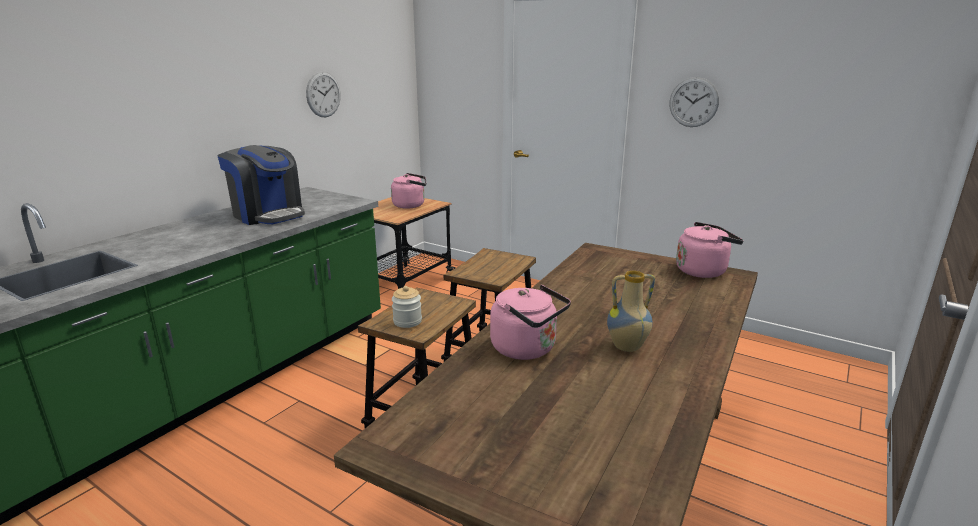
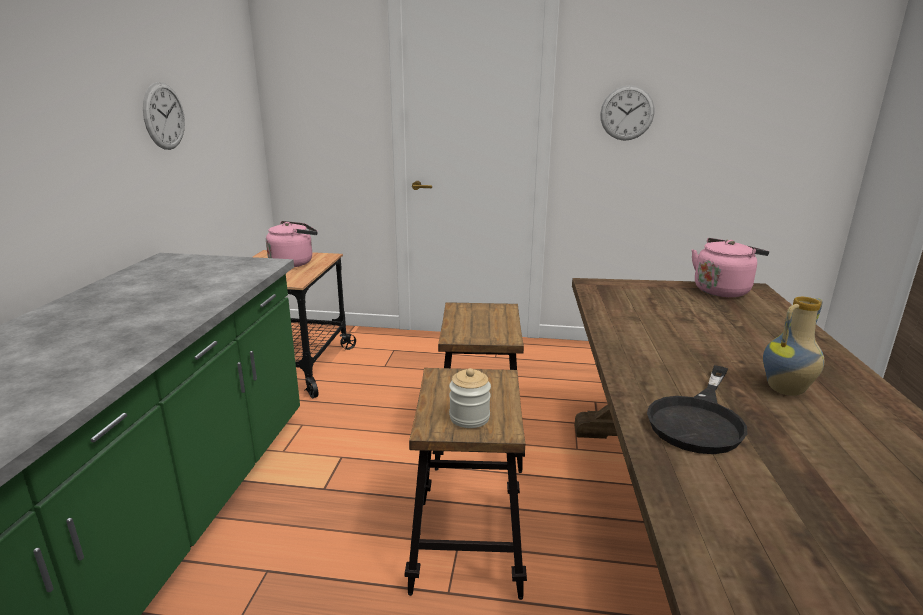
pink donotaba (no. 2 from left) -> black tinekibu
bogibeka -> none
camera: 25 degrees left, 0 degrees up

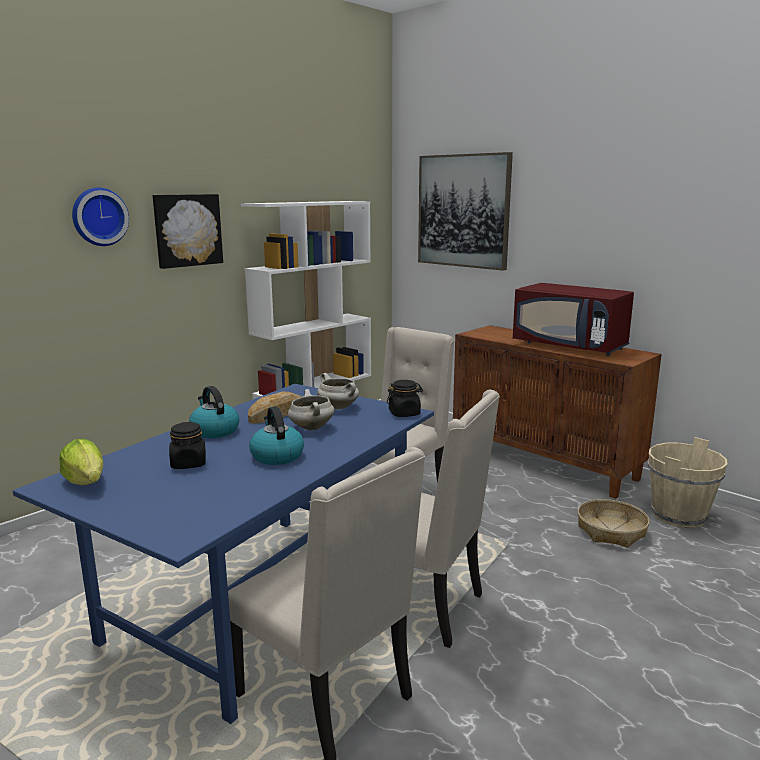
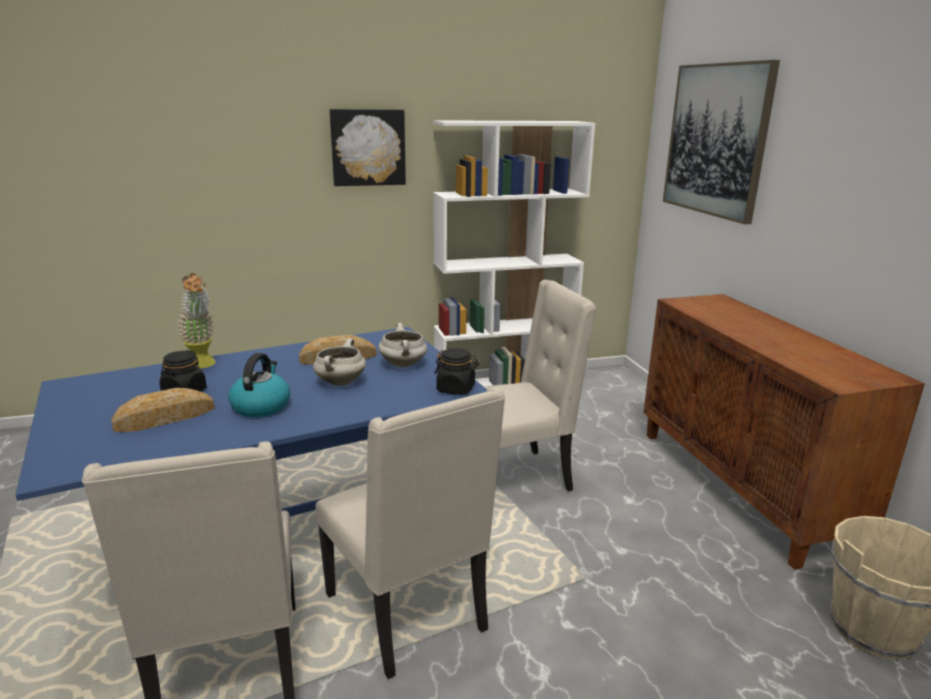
none -> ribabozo (no. 1 from left)
none -> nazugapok
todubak -> none
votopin -> none
donotaba (no. 1 from left) -> none
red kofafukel -> none
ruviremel -> none
camera: 30 degrees right, 5 degrees up

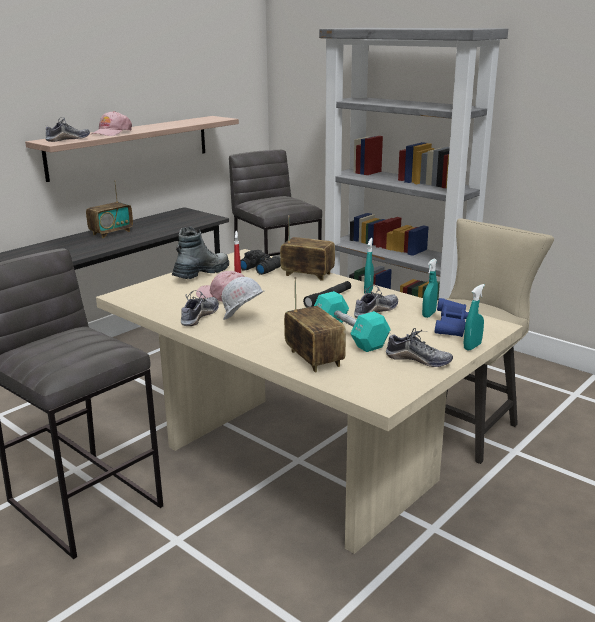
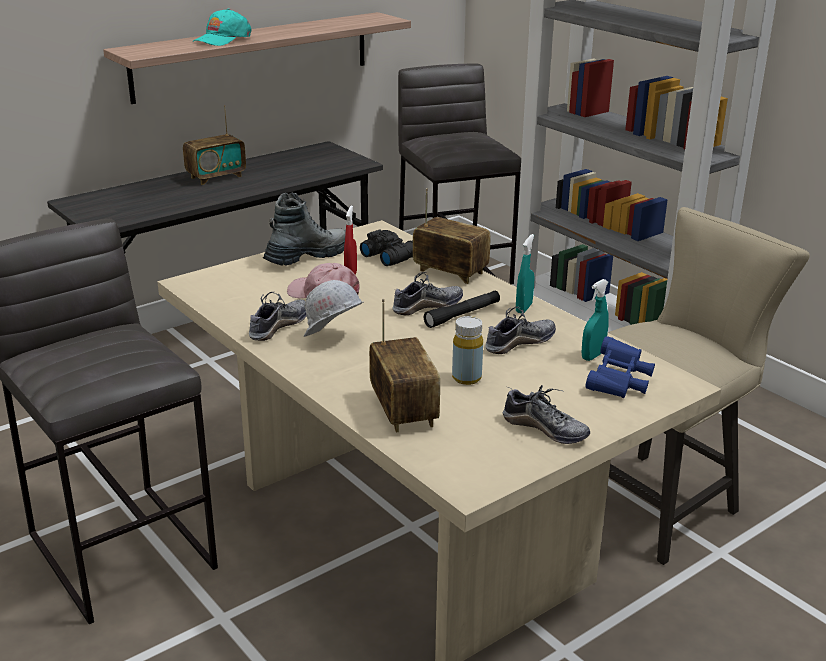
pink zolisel (no. 1 from left) -> turquoise zolisel
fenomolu (no. 1 from left in the first image) -> fenomolu (no. 2 from left), shifted
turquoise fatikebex -> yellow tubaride
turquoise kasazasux (no. 3 from left) -> none
camera: 10 degrees right, 5 degrees up

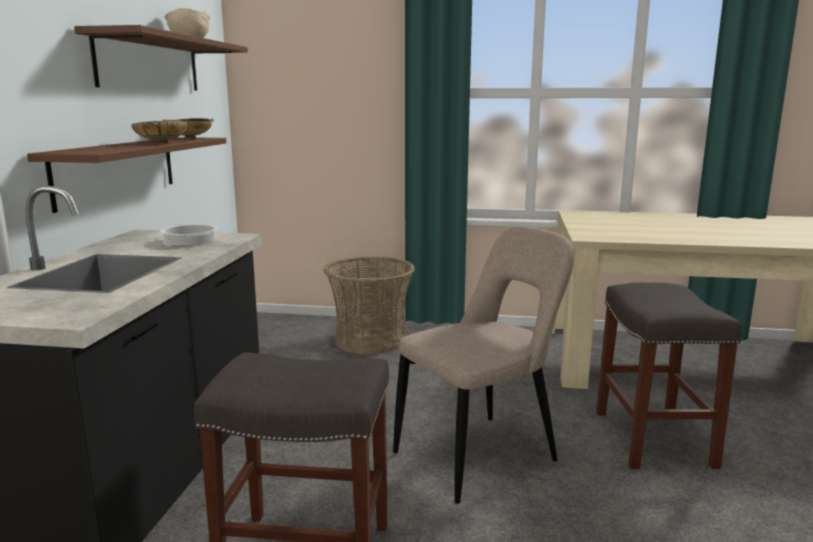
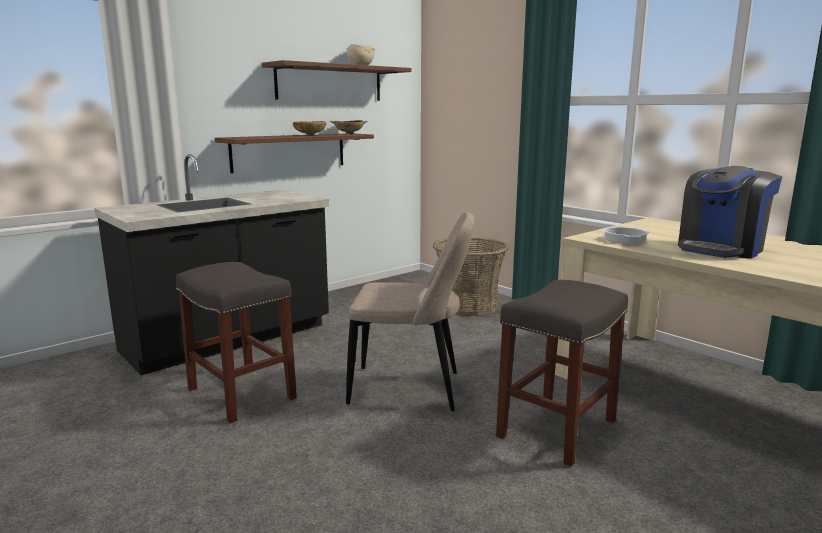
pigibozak, shifted
none -> bogibeka
camera: 40 degrees right, 0 degrees up

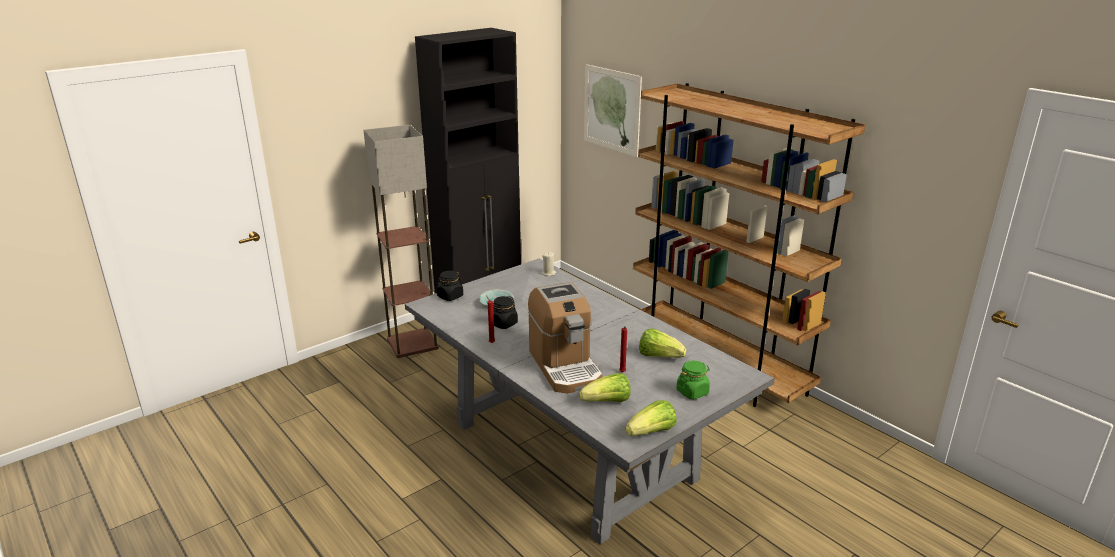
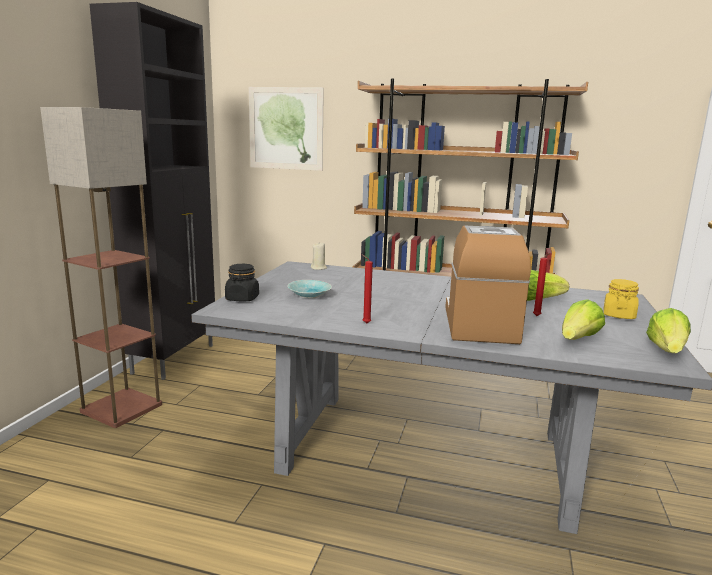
bogibeka, 120 degrees counterclockwise
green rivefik -> yellow rivefik
black rivefik (no. 2 from left) -> none
camera: 35 degrees left, 10 degrees down

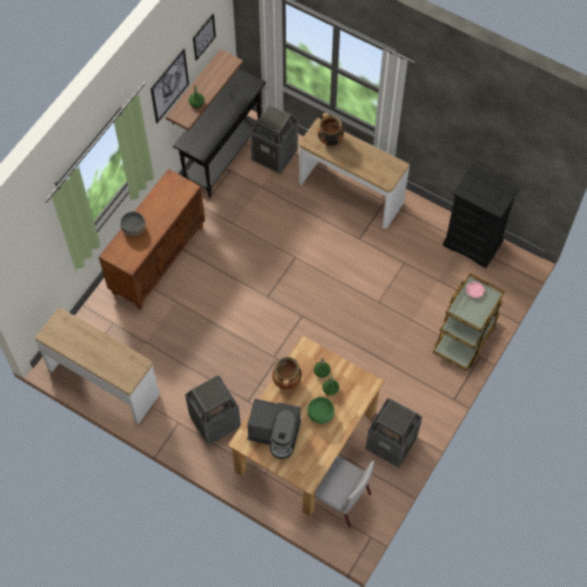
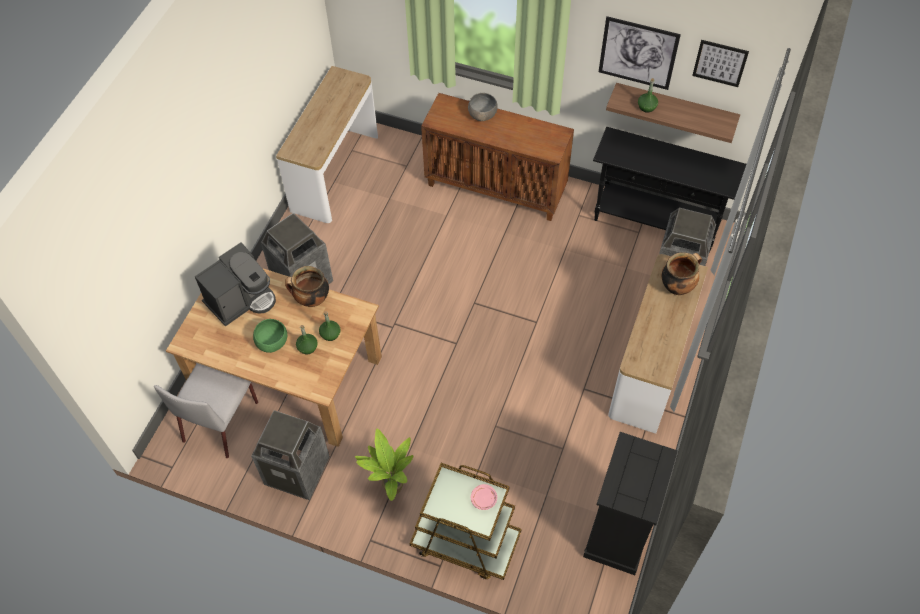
bogibeka, 135 degrees counterclockwise
none -> nazugapok
camera: 80 degrees right, 5 degrees down

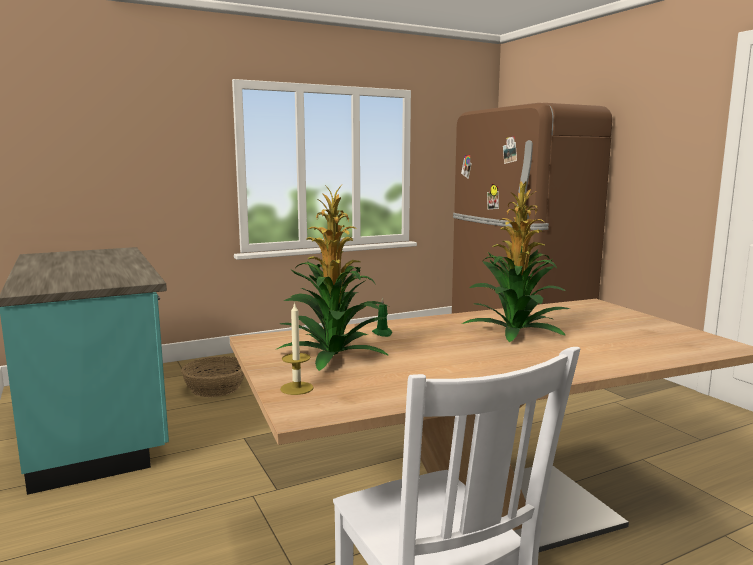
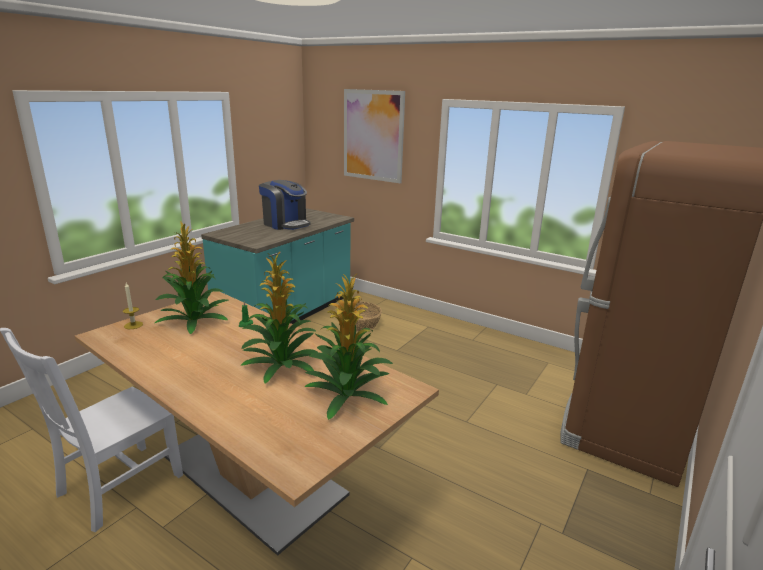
none -> bogibeka
none -> nazugapok (no. 3 from left)
none -> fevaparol
camera: 60 degrees right, 10 degrees up

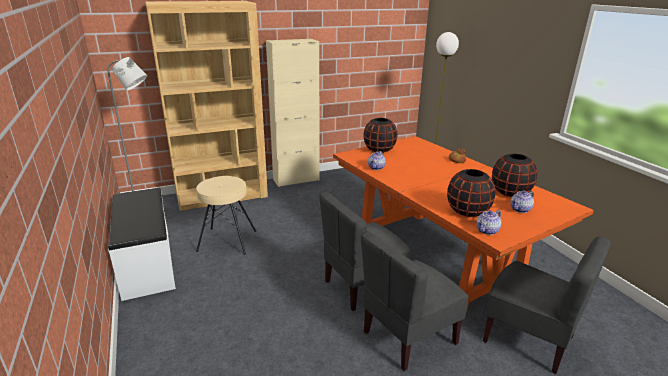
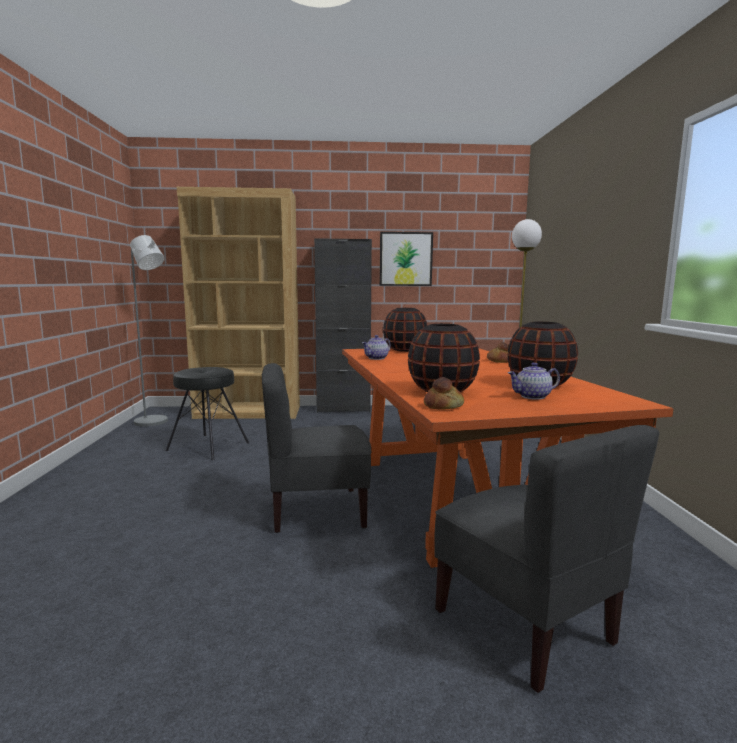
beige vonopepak -> black vonopepak
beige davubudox -> black davubudox
none -> fevaparol
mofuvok (no. 2 from left) -> ribabozo (no. 1 from left)
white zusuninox -> none
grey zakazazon (no. 2 from left) -> none
camera: 20 degrees right, 15 degrees down

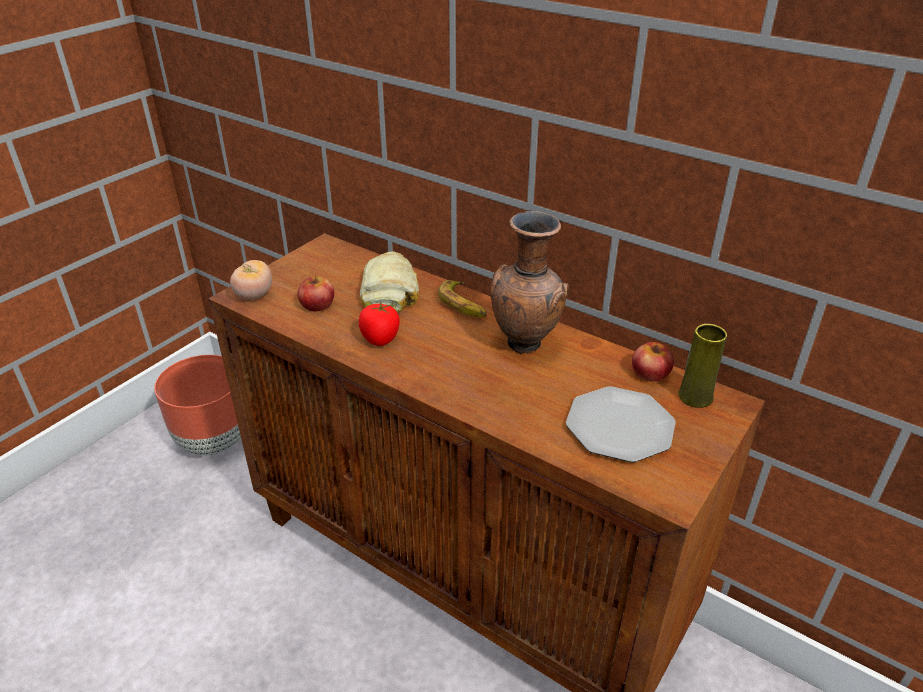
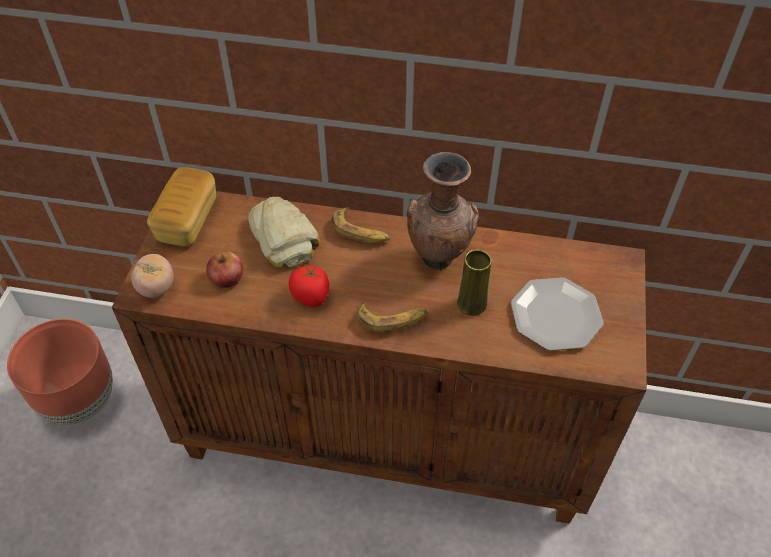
none -> ribabozo (no. 1 from left)
none -> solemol (no. 2 from left)
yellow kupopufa, shifted
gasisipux (no. 2 from left) -> none
camera: 25 degrees left, 15 degrees up

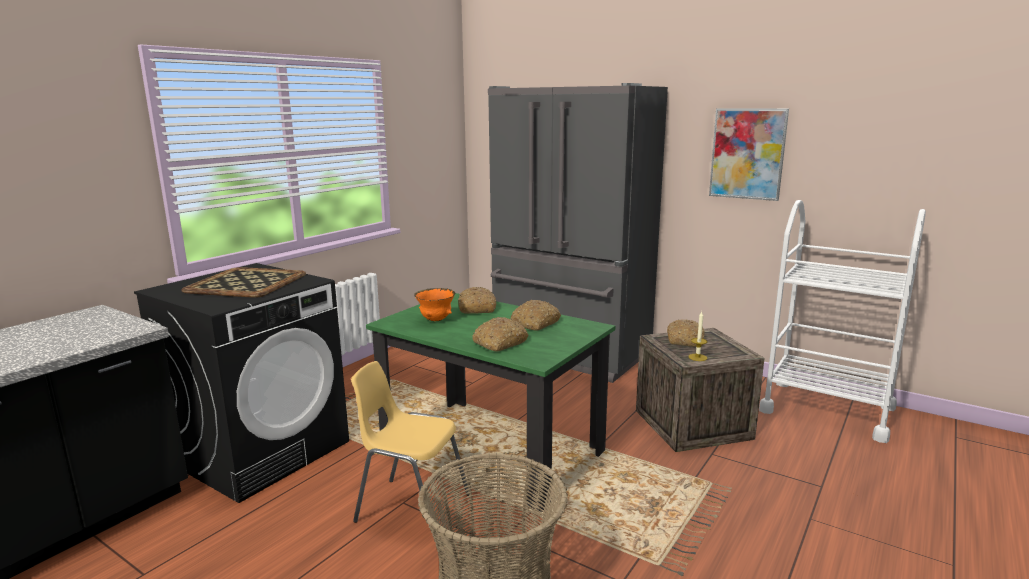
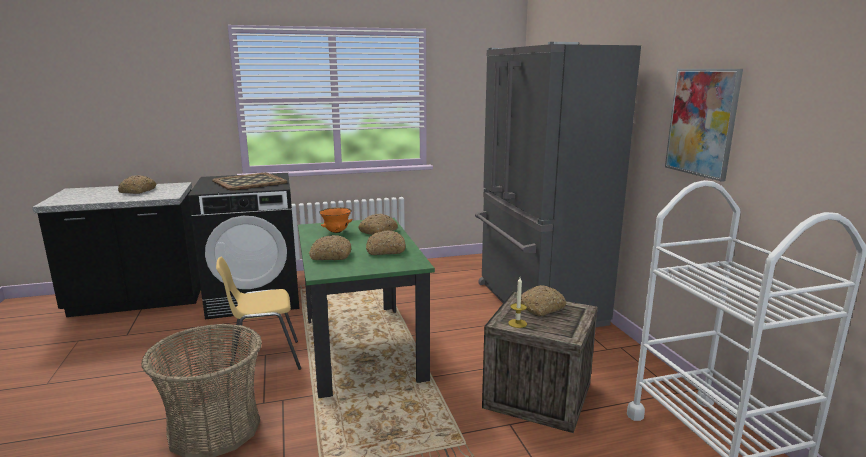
none -> ribabozo (no. 1 from left)
yellow zakazazon, 75 degrees counterclockwise
camera: 40 degrees right, 0 degrees up

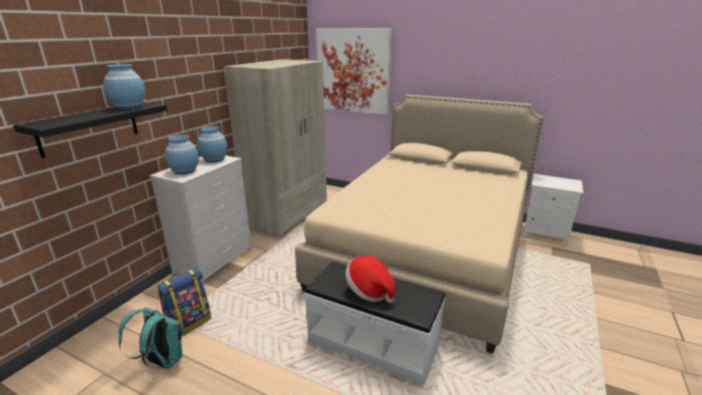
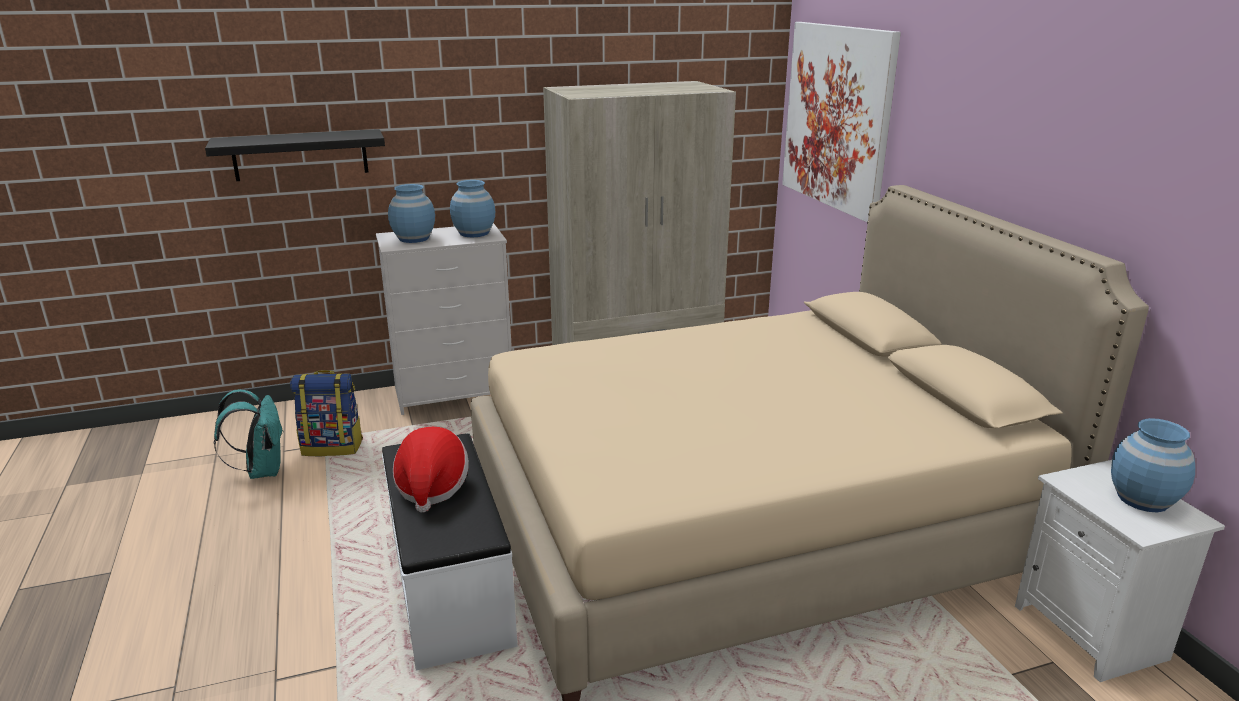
blue kupopufa (no. 1 from left in the first image) -> blue kupopufa (no. 3 from left), shifted
camera: 45 degrees right, 0 degrees up

